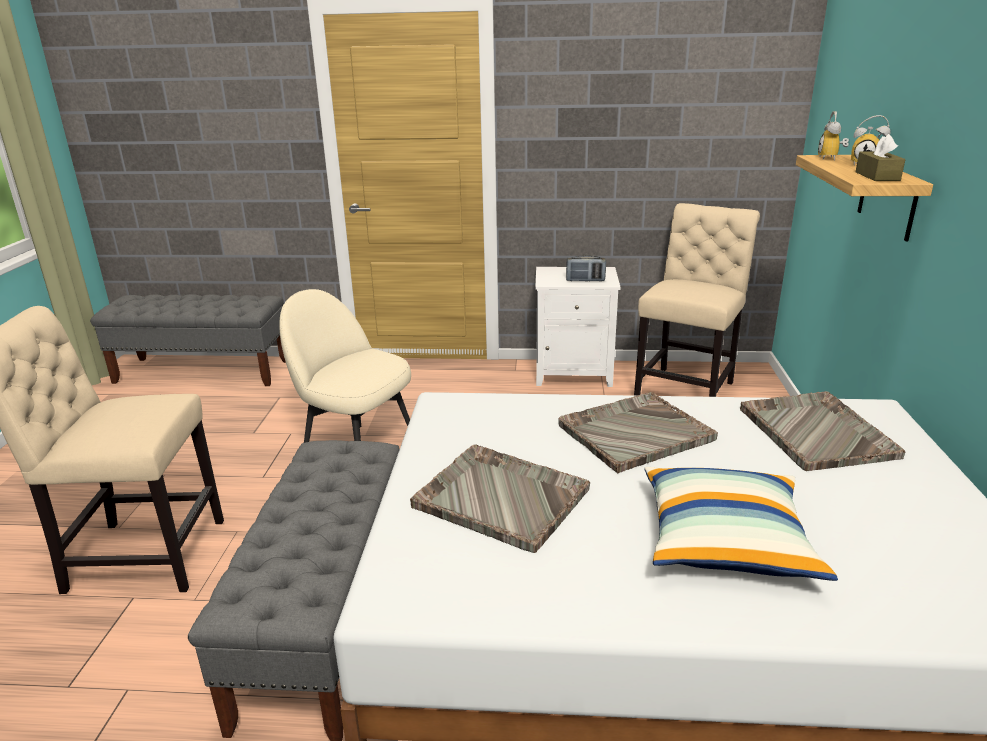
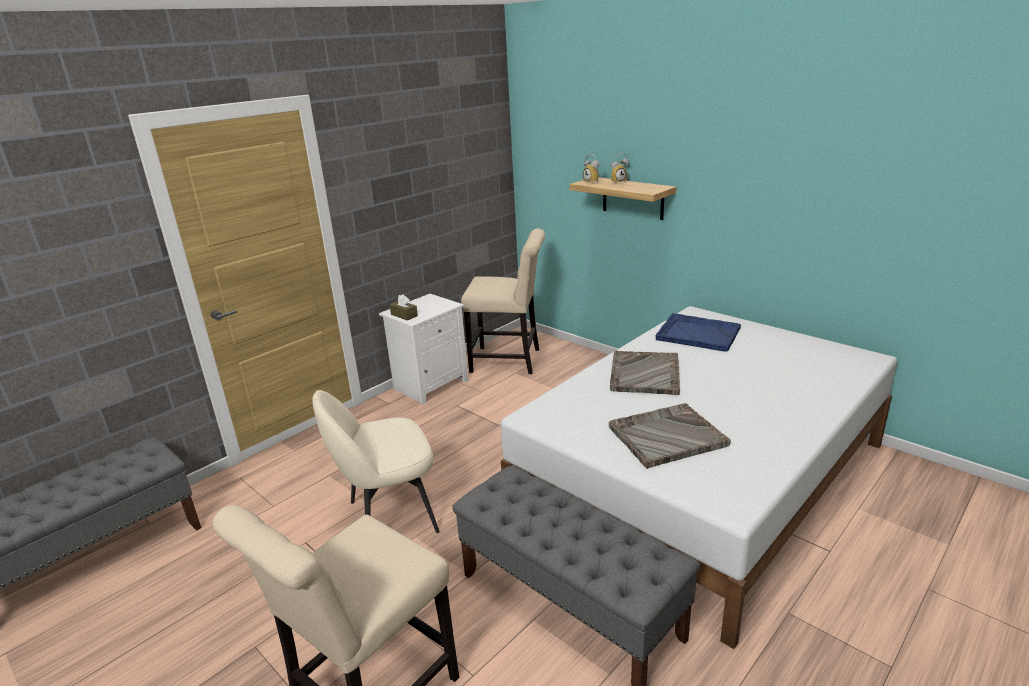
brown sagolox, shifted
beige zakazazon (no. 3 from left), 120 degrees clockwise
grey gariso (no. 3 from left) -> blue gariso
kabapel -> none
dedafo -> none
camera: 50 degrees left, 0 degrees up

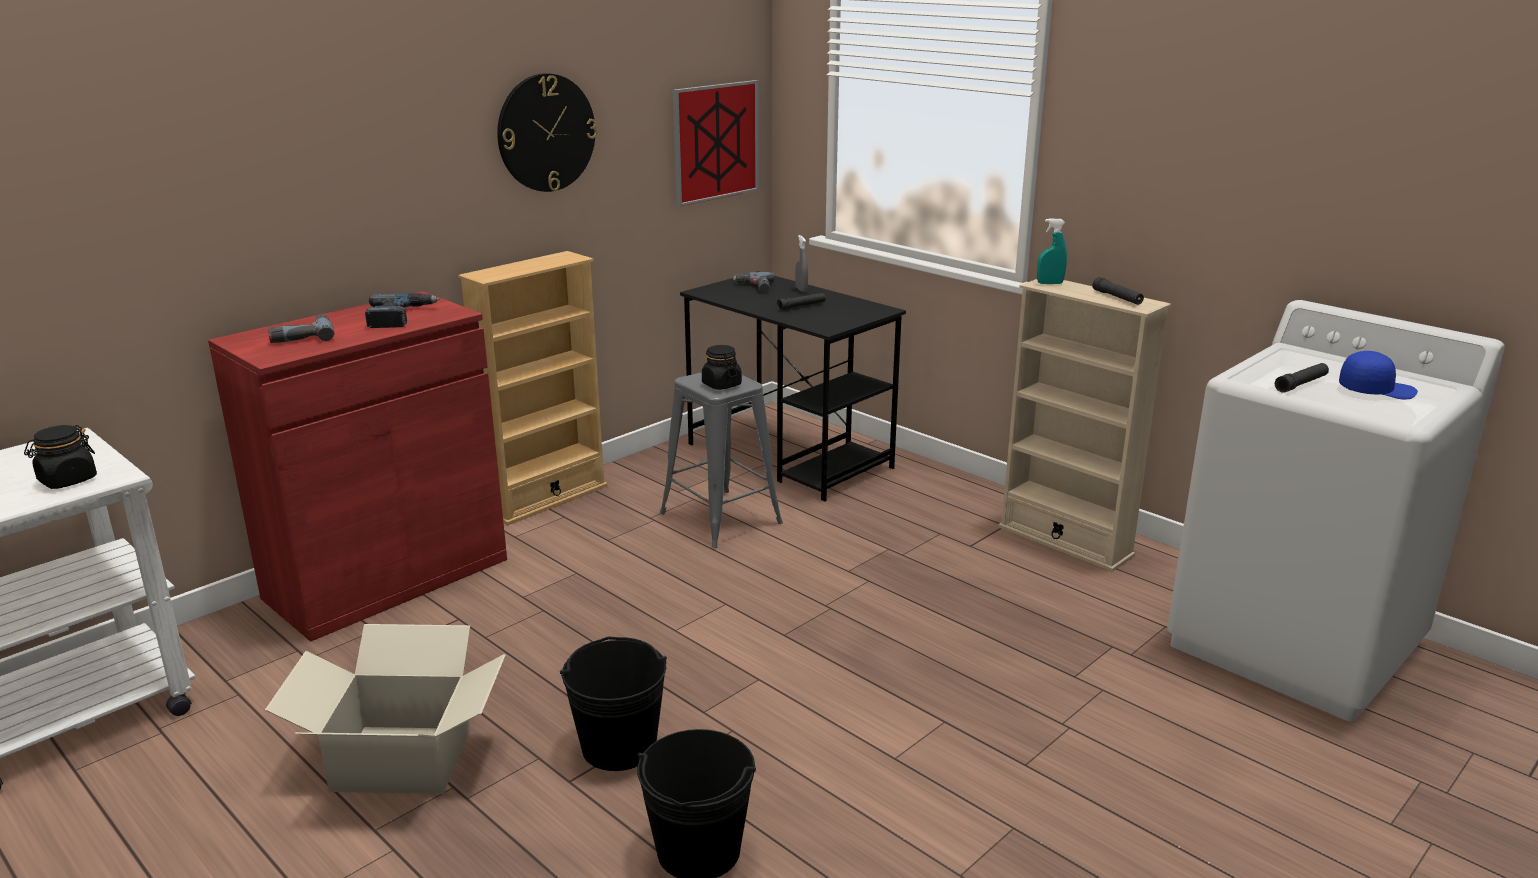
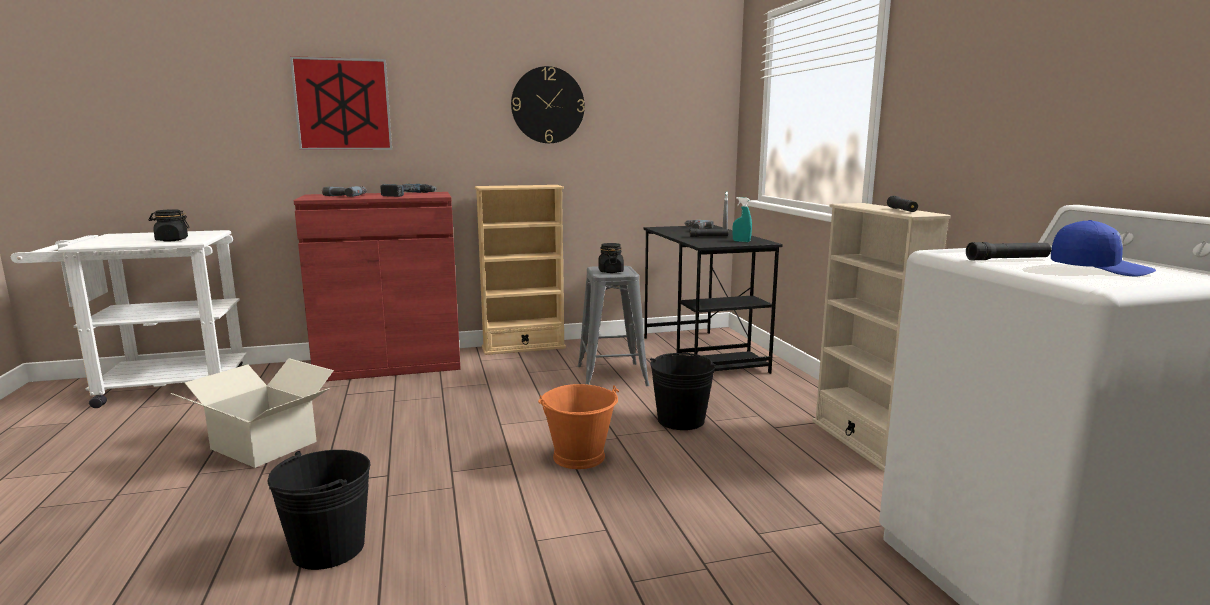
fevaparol, shifted
none -> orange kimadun
black kimadun (no. 1 from left in the first image) -> black kimadun (no. 2 from left), shifted
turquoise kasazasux, shifted
camera: 30 degrees right, 10 degrees down

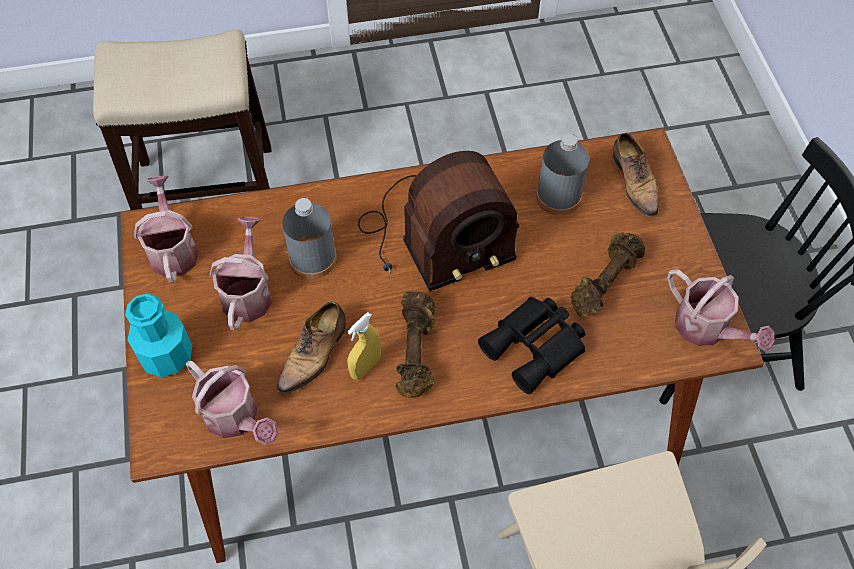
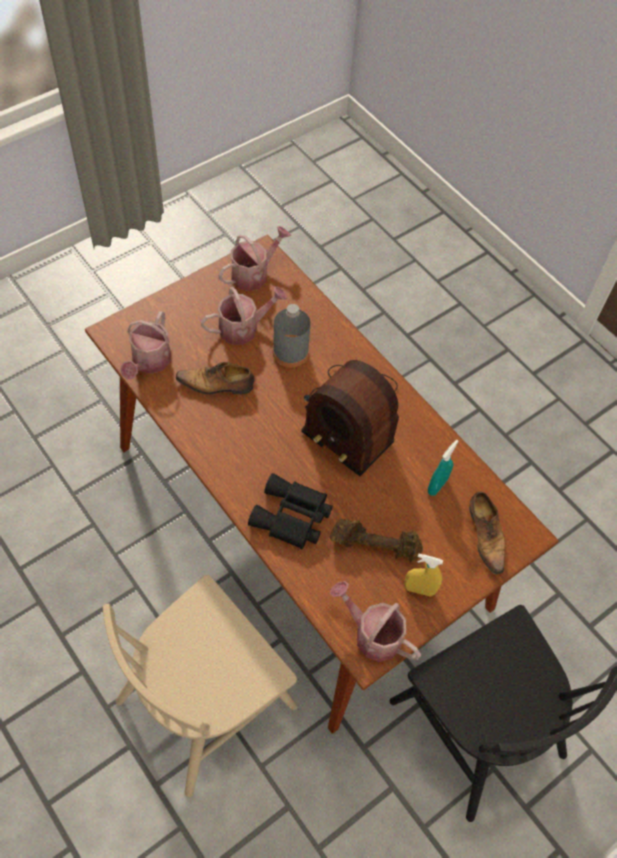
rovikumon (no. 4 from left), 105 degrees clockwise
yellow kasazasux, shifted
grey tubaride (no. 2 from left) -> turquoise kasazasux
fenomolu (no. 2 from left), 60 degrees counterclockwise
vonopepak -> none
turquoise tubaride -> none
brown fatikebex (no. 1 from left) -> none
camera: 60 degrees right, 0 degrees up

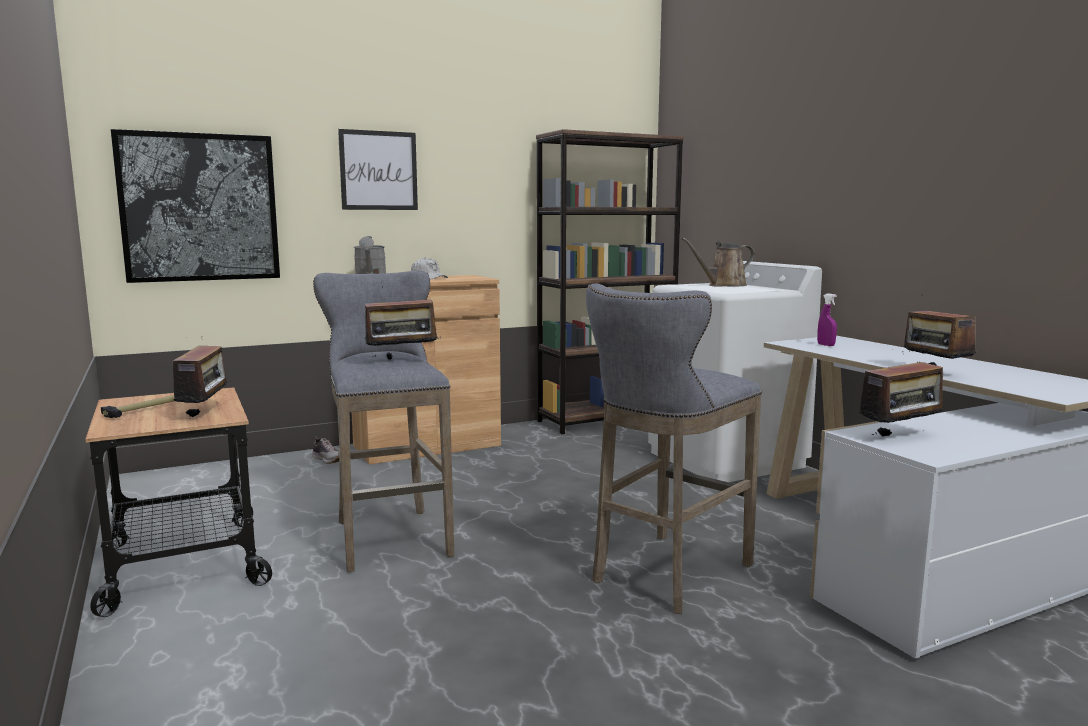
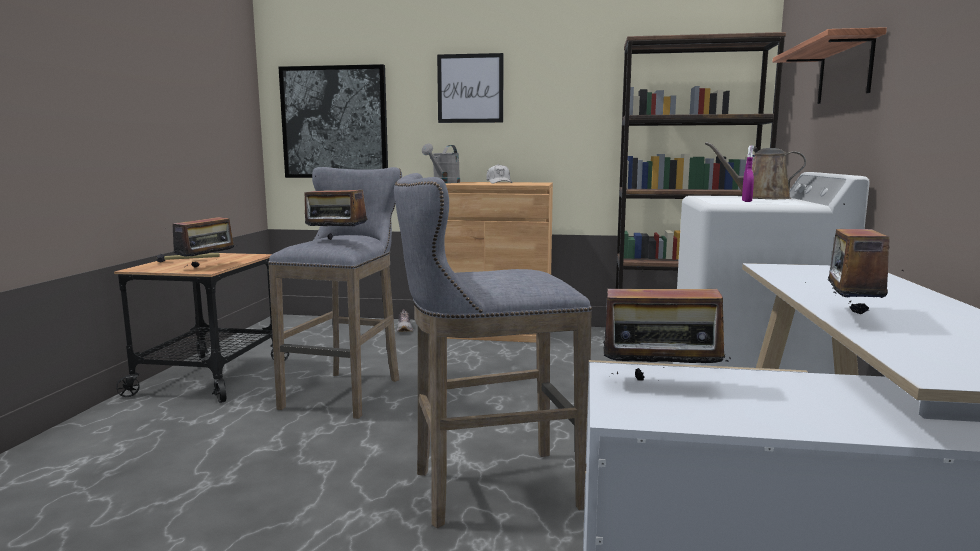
purple kasazasux, shifted
none -> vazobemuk
camera: 35 degrees right, 0 degrees up

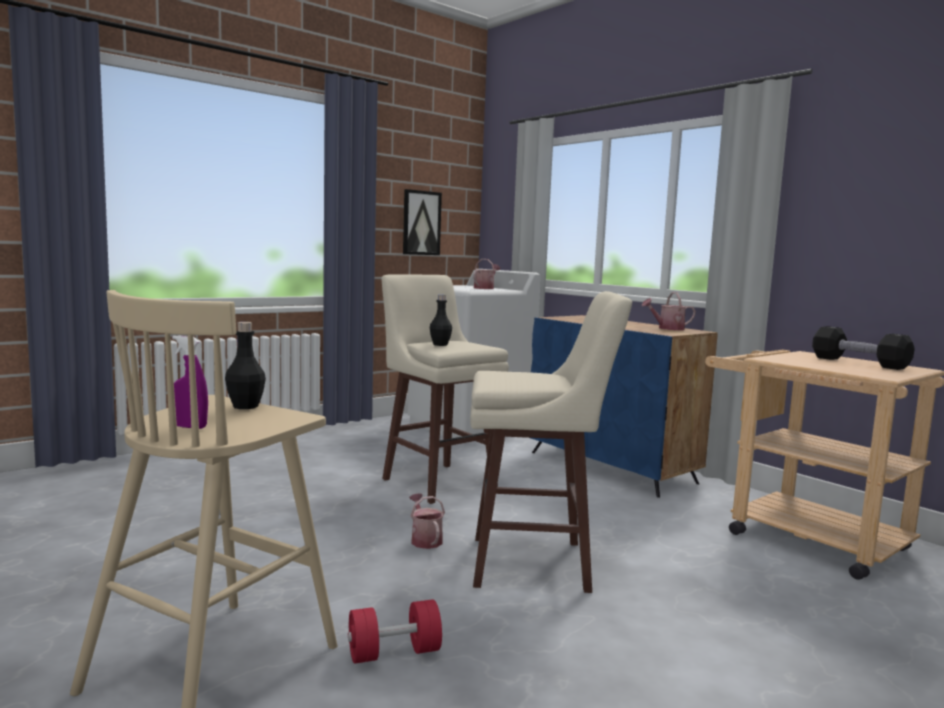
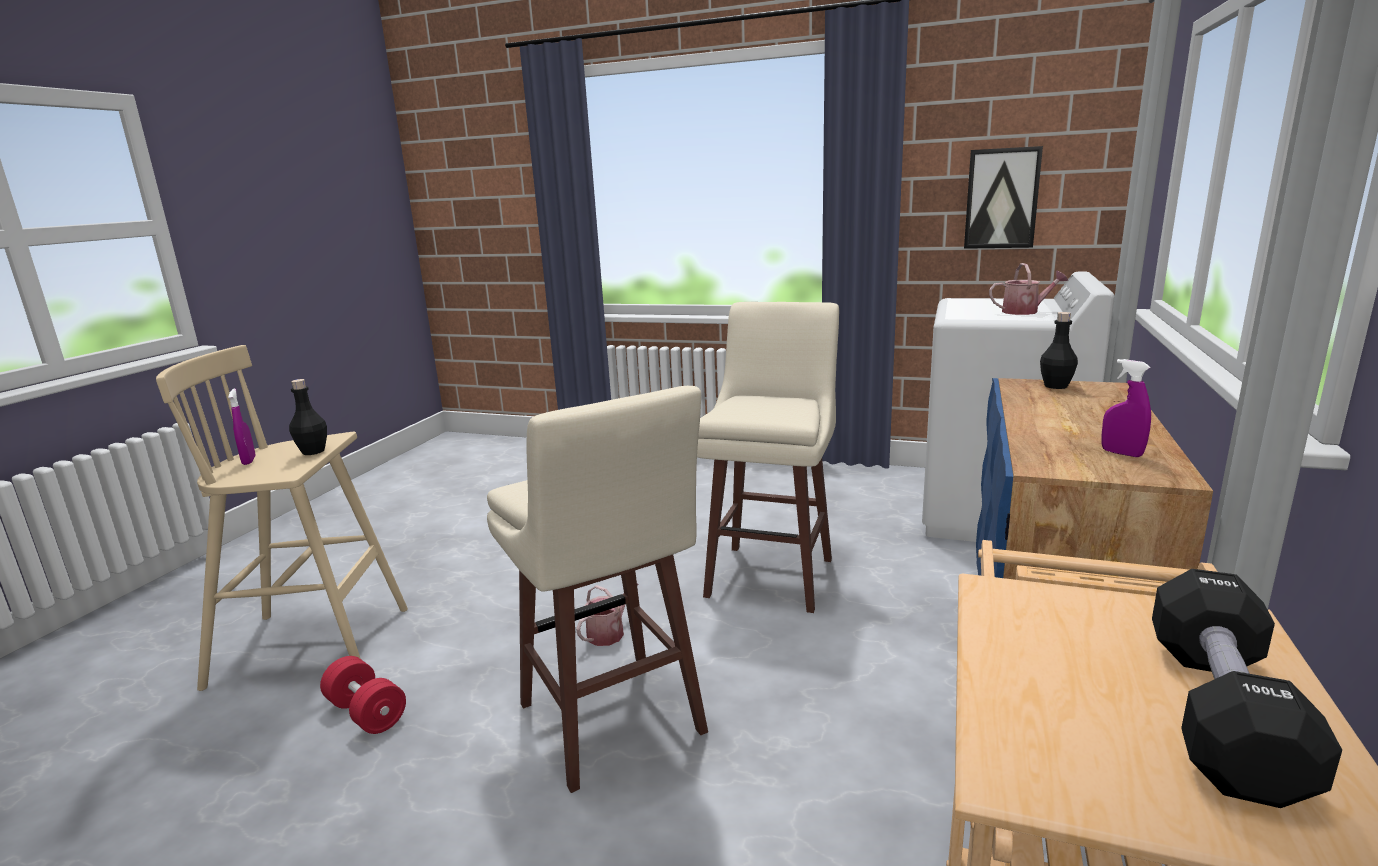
black tubaride (no. 2 from left), shifted
rovikumon (no. 3 from left) -> purple kasazasux (no. 2 from left)
camera: 60 degrees right, 10 degrees up

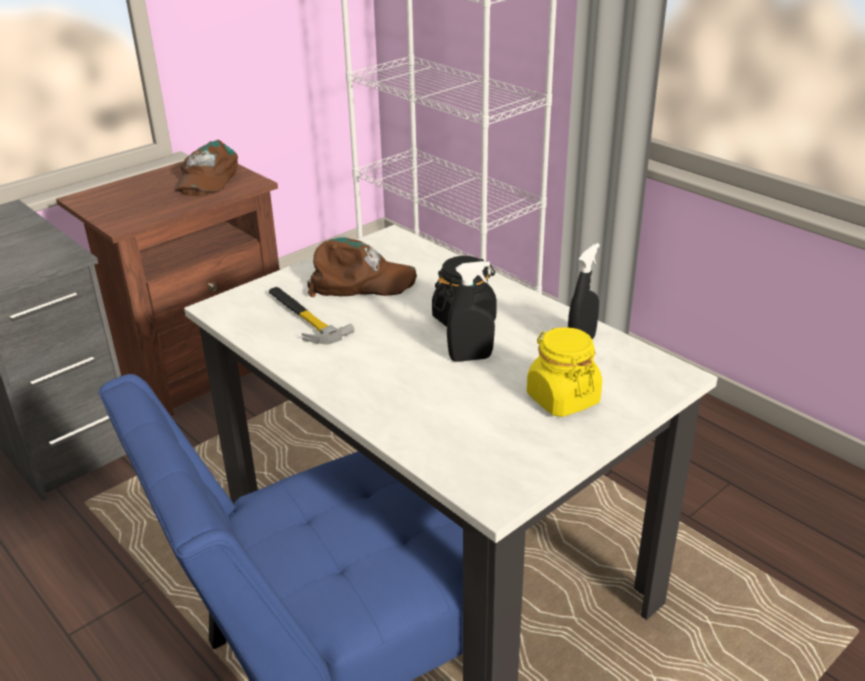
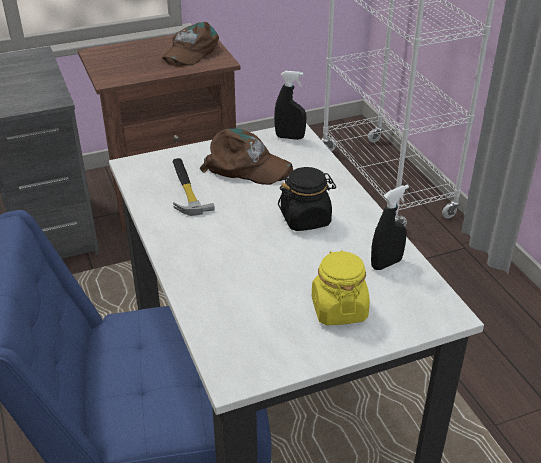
black kasazasux (no. 1 from left), shifted
camera: 20 degrees right, 5 degrees up

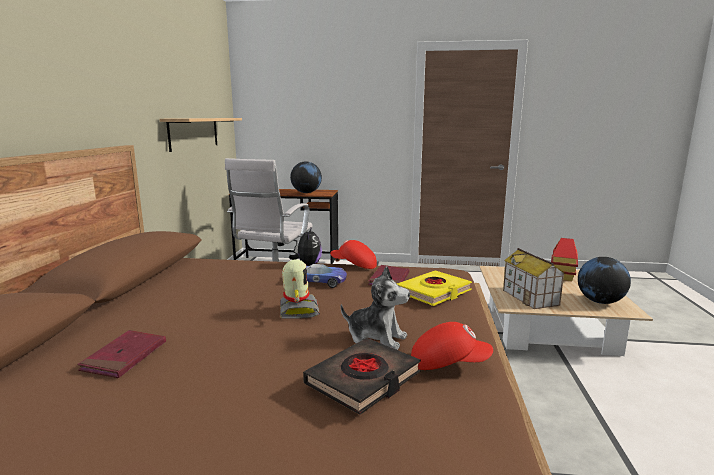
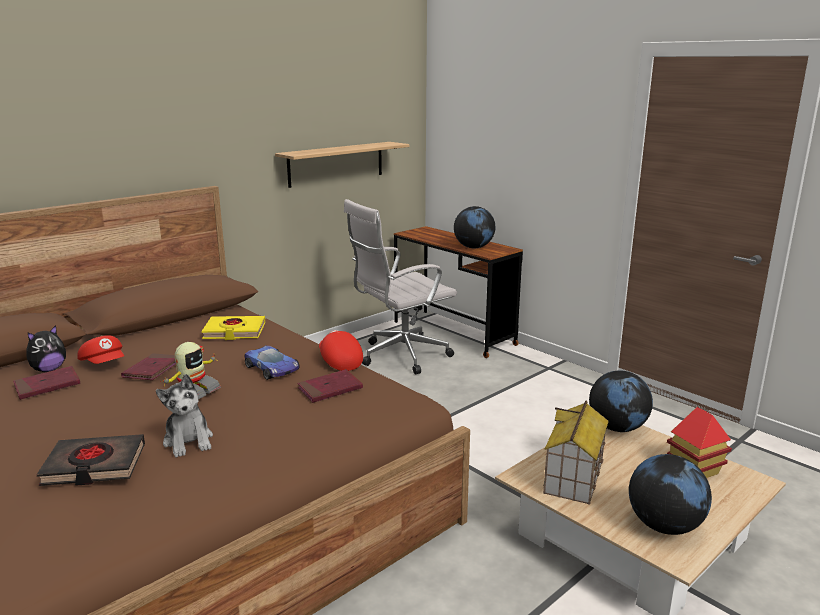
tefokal (no. 1 from left), shifted
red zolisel (no. 2 from left in the first image) -> red zolisel (no. 1 from left), shifted
none -> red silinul (no. 2 from left)
yellow silinul, shifted
none -> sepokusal (no. 2 from left)
camera: 40 degrees right, 5 degrees up

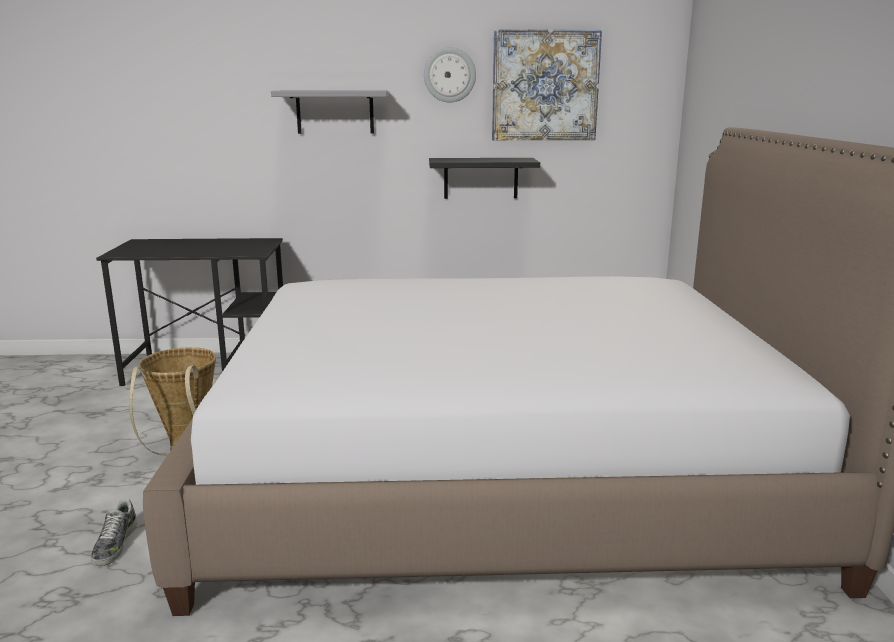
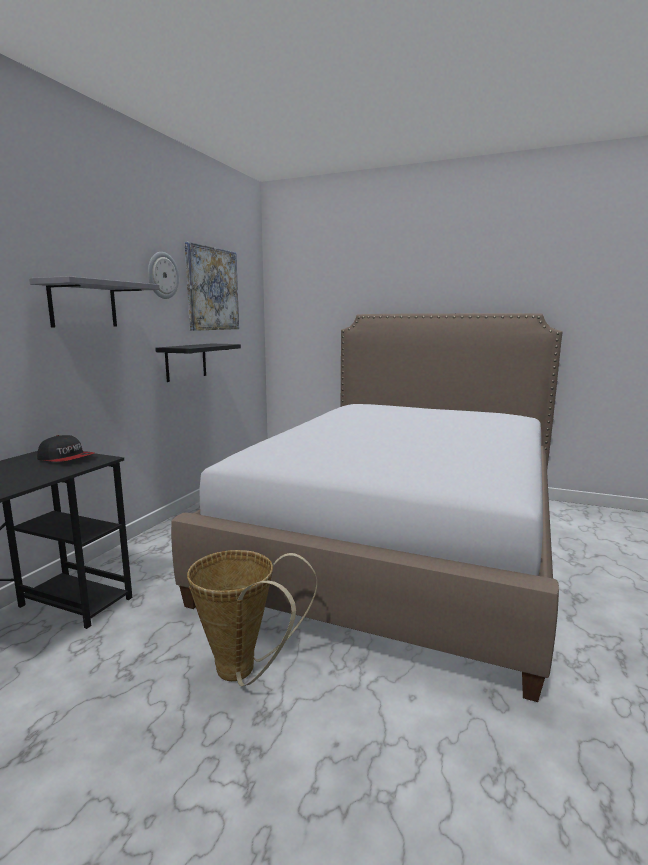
none -> zolisel
fenomolu -> none
camera: 65 degrees left, 5 degrees down

